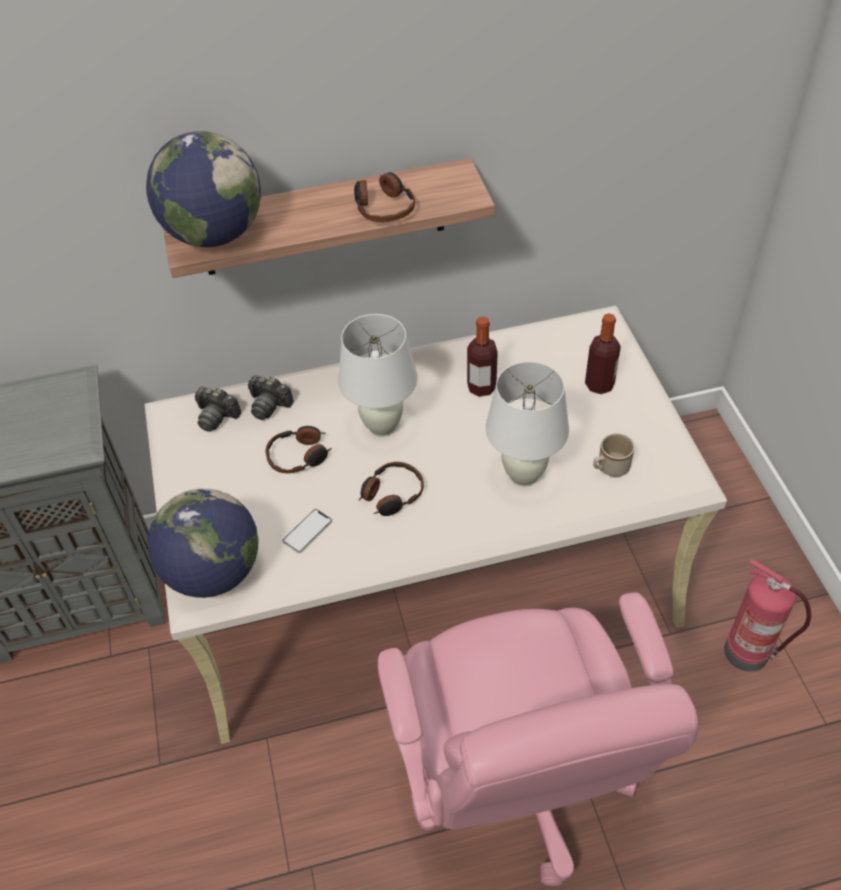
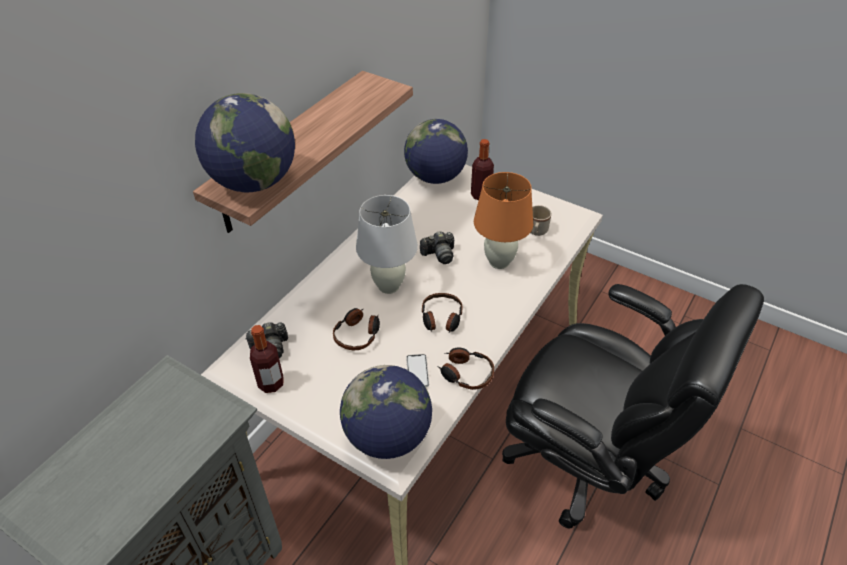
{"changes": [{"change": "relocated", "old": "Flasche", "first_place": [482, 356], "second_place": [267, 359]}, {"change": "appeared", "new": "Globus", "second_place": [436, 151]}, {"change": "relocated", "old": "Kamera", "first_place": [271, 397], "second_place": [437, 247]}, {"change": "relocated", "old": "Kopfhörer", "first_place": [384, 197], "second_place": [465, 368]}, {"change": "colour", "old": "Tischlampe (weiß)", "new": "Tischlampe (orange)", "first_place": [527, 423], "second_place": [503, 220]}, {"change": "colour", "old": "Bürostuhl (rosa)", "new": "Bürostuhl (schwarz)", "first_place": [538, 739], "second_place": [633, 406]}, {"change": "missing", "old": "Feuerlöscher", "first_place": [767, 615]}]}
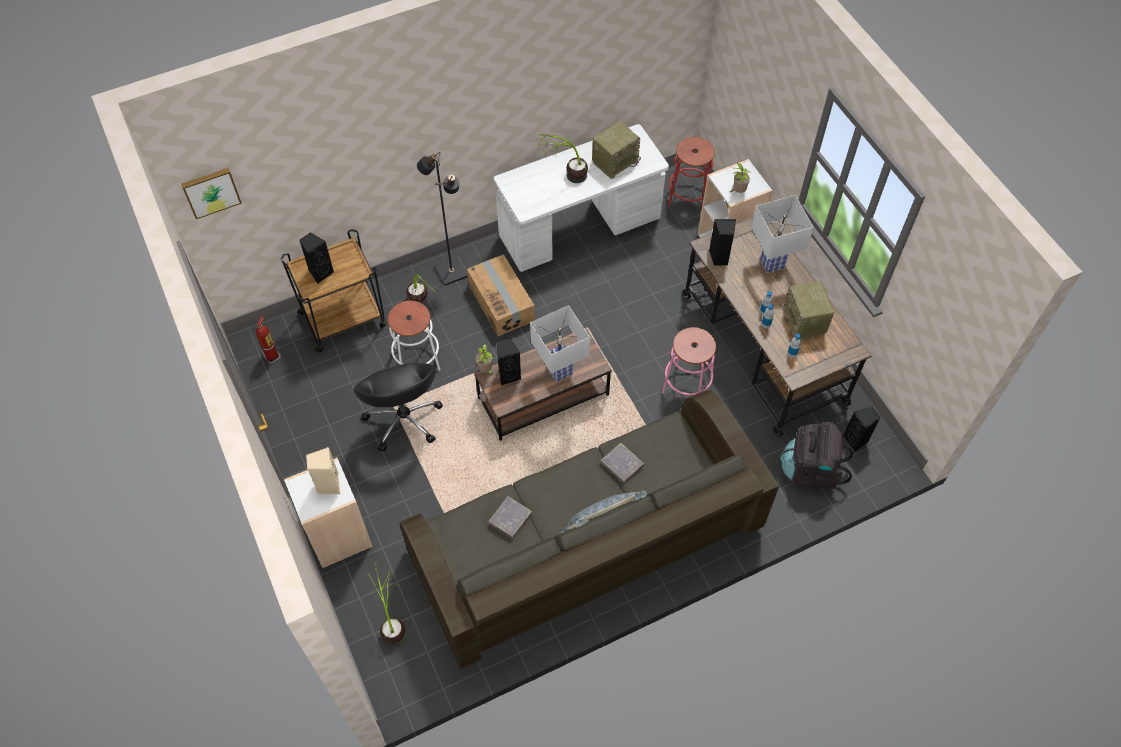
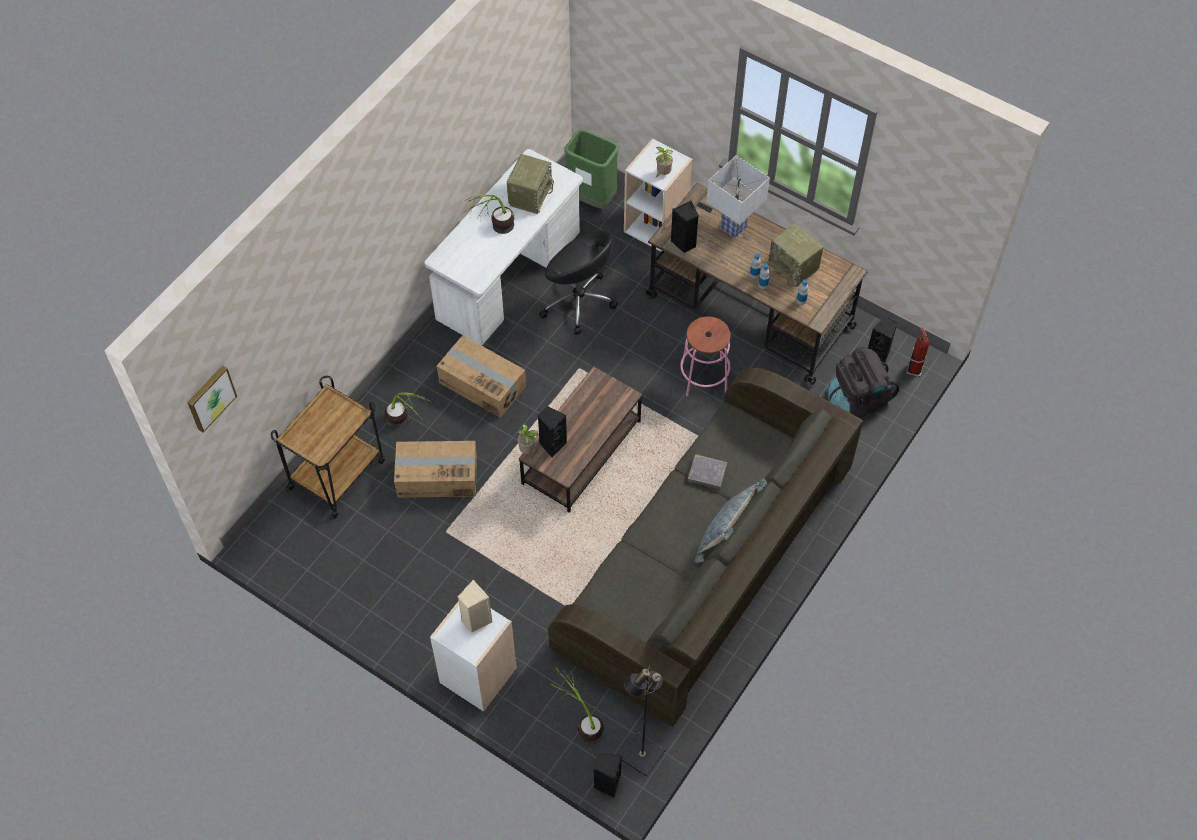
{"changes": [{"change": "exchanged", "old": "Hocker (weiß)", "new": "Karton", "first_place": [414, 336], "second_place": [435, 469]}, {"change": "relocated", "old": "Bürostuhl (schwarz)", "first_place": [398, 407], "second_place": [578, 282]}, {"change": "exchanged", "old": "Hocker (rot)", "new": "Mülleimer (grün)", "first_place": [691, 174], "second_place": [591, 169]}, {"change": "relocated", "old": "Lautsprecher (schwarz)", "first_place": [316, 258], "second_place": [608, 775]}, {"change": "relocated", "old": "Stehlampe (schwarz)", "first_place": [442, 219], "second_place": [643, 720]}, {"change": "relocated", "old": "Feuerlöscher", "first_place": [268, 340], "second_place": [917, 352]}, {"change": "missing", "old": "Buch (grau)", "first_place": [510, 517]}, {"change": "missing", "old": "Tischlampe (weiß)", "first_place": [560, 343]}]}
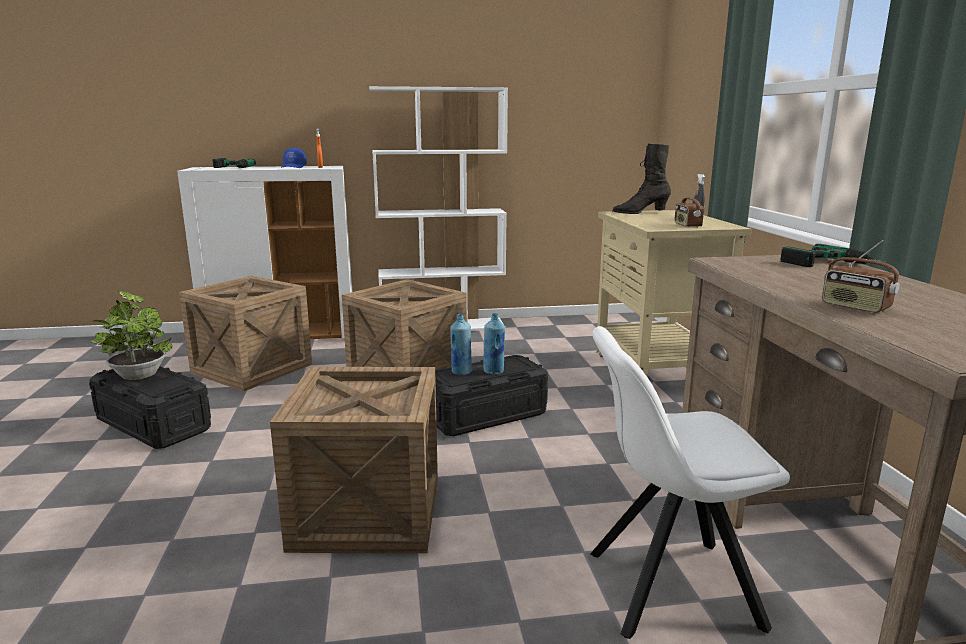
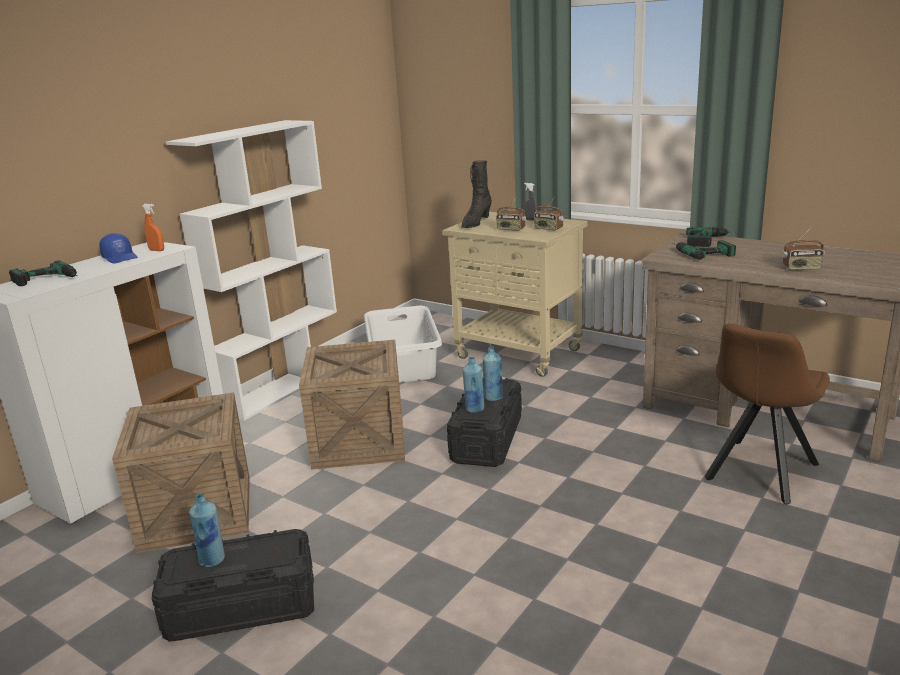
{"changes": [{"change": "exchanged", "old": "Topfpflanze", "new": "Flasche (blau)", "first_place": [131, 335], "second_place": [207, 530]}, {"change": "appeared", "new": "Wäschekorb (weiß)", "second_place": [403, 344]}, {"change": "appeared", "new": "Radio", "second_place": [511, 214]}, {"change": "appeared", "new": "Bohrmaschine", "second_place": [704, 250]}, {"change": "colour", "old": "Stuhl (weiß)", "new": "Stuhl (braun)", "first_place": [690, 482], "second_place": [767, 414]}, {"change": "missing", "old": "Kiste", "first_place": [354, 460]}]}
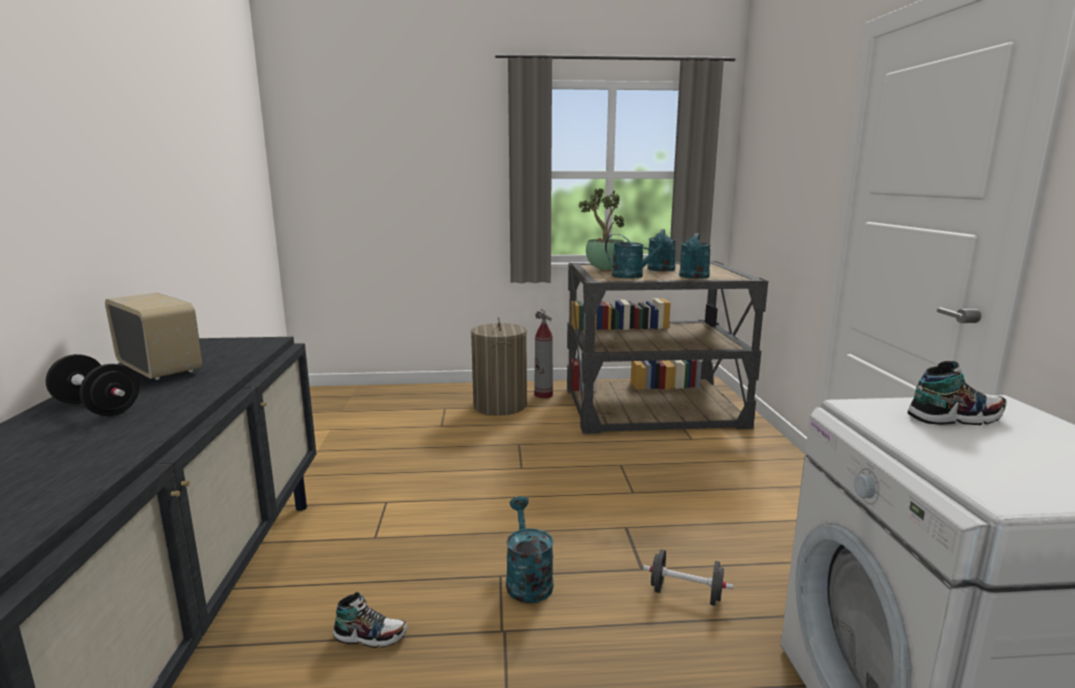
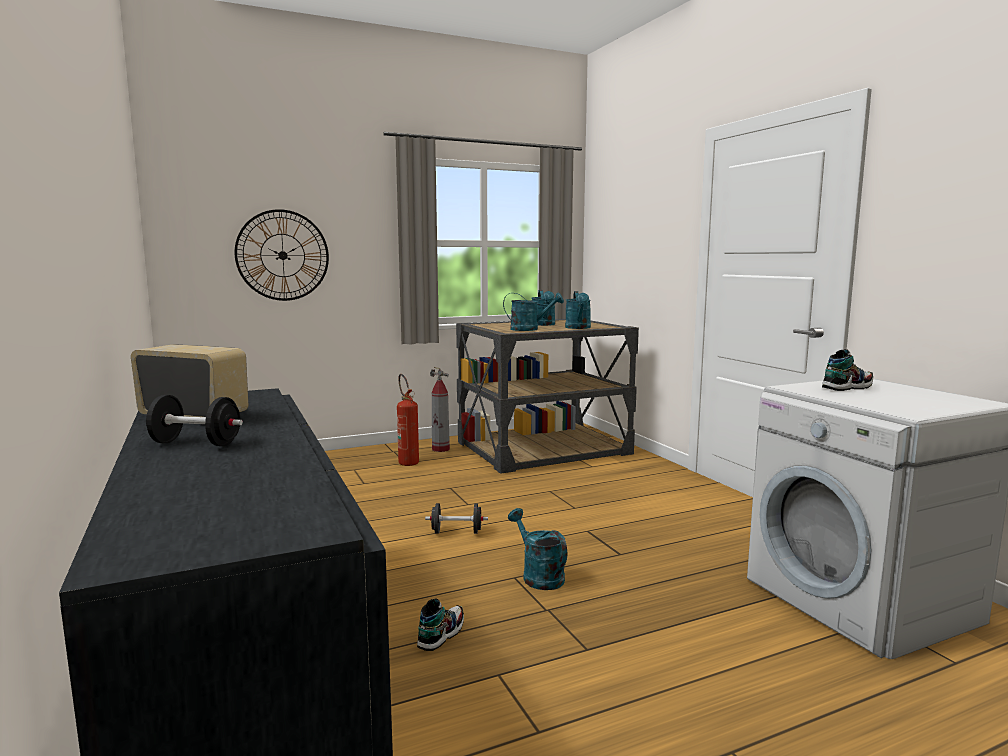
{"changes": [{"change": "appeared", "new": "Wanduhr", "second_place": [282, 255]}, {"change": "exchanged", "old": "Wäschekorb", "new": "Feuerlöscher", "first_place": [499, 366], "second_place": [408, 420]}, {"change": "spun", "old": "Schuh", "first_place": [370, 620], "second_place": [440, 624], "degrees": -45}, {"change": "relocated", "old": "Hantel (schwarz)", "first_place": [688, 578], "second_place": [456, 518]}, {"change": "missing", "old": "Topfpflanze", "first_place": [601, 229]}]}
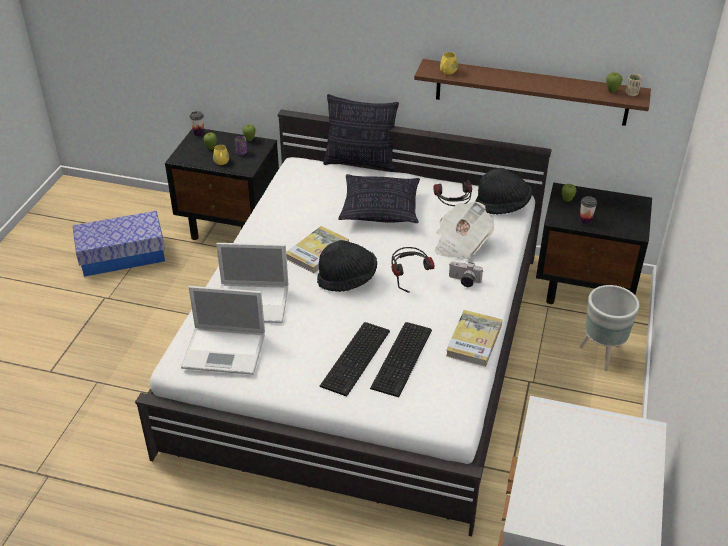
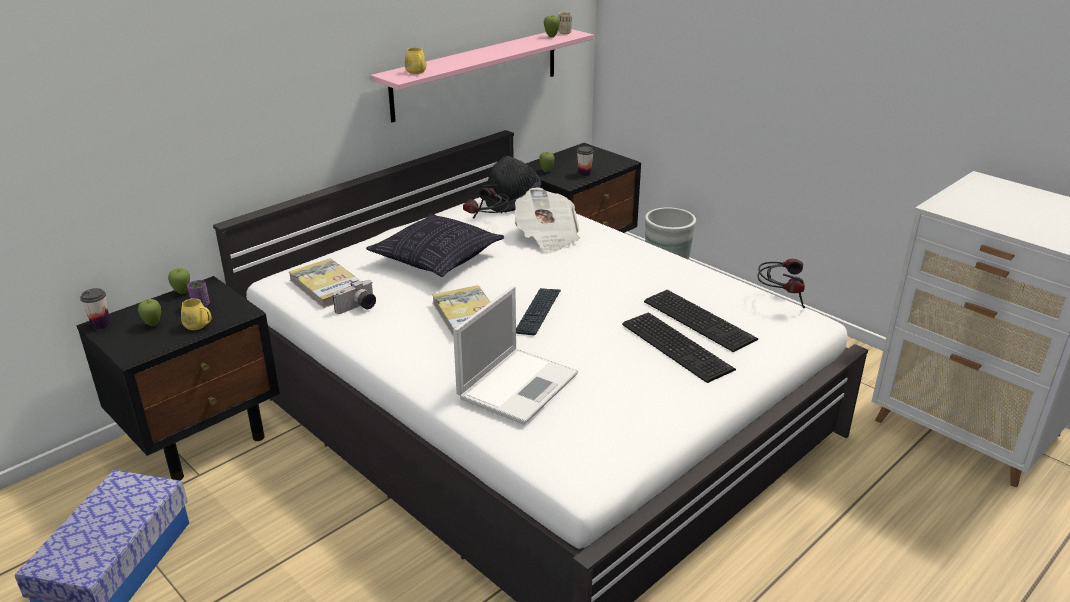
{"changes": [{"change": "relocated", "old": "Buch", "first_place": [474, 338], "second_place": [325, 283]}, {"change": "relocated", "old": "Kamera", "first_place": [466, 274], "second_place": [354, 297]}, {"change": "colour", "old": "Wandregal (braun)", "new": "Wandregal (rosa)", "first_place": [532, 92], "second_place": [482, 75]}, {"change": "exchanged", "old": "Hut (schwarz)", "new": "Tastatur", "first_place": [347, 266], "second_place": [538, 311]}, {"change": "relocated", "old": "Kopfhörer", "first_place": [413, 270], "second_place": [781, 283]}, {"change": "missing", "old": "Laptop", "first_place": [223, 330]}, {"change": "missing", "old": "Kissen", "first_place": [361, 133]}]}
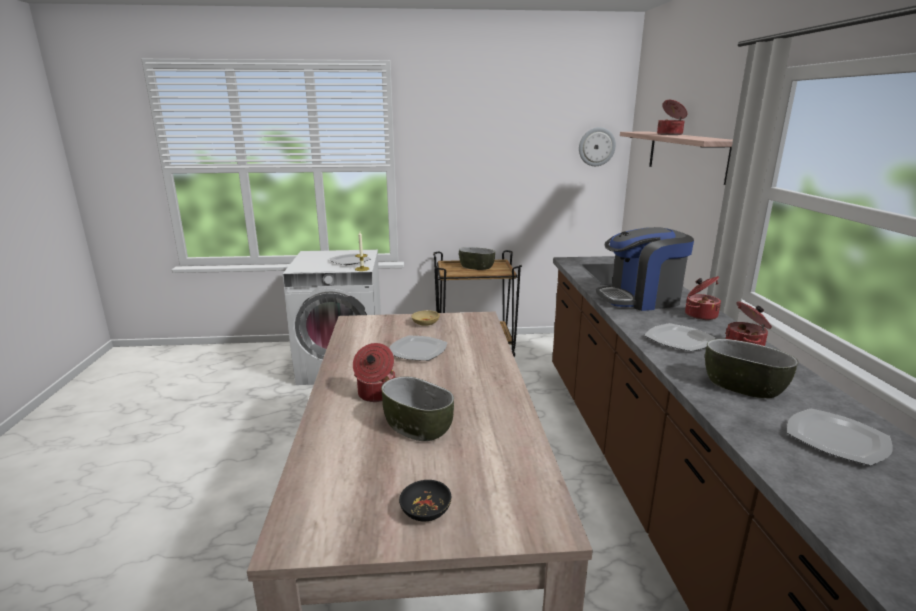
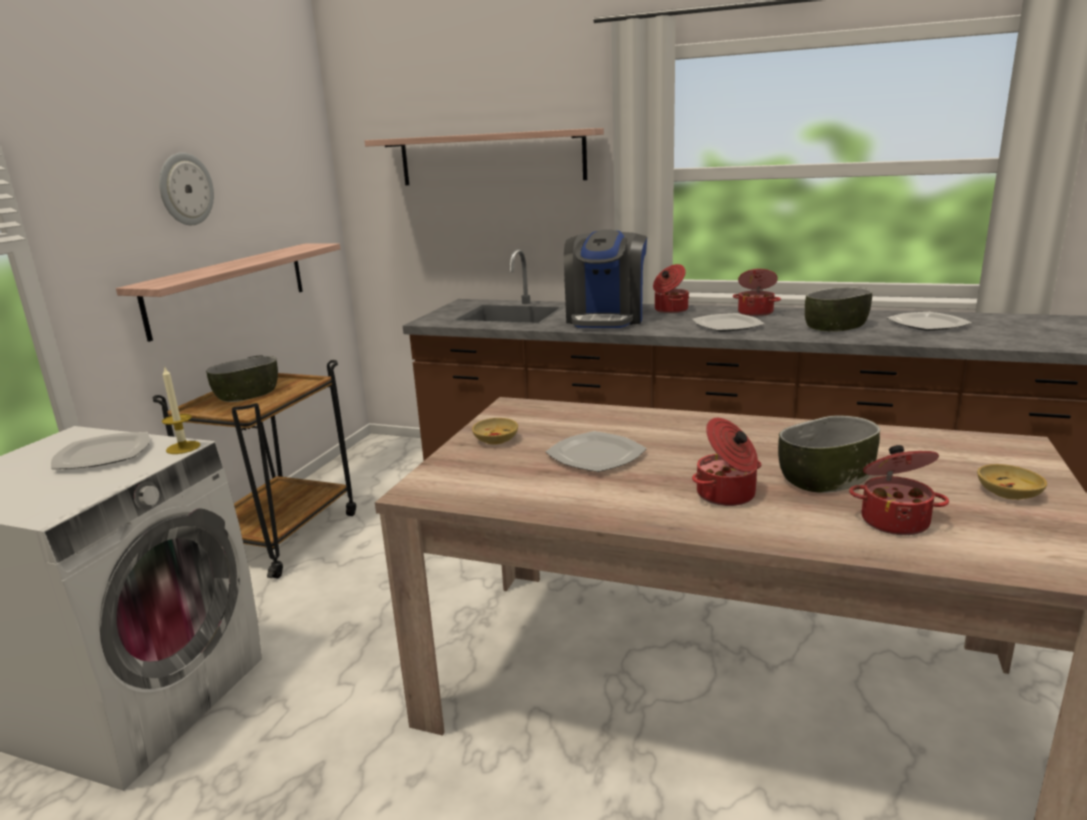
{"changes": [{"change": "appeared", "new": "Wandregal", "second_place": [228, 293]}, {"change": "relocated", "old": "Wanduhr", "first_place": [597, 146], "second_place": [186, 188]}, {"change": "relocated", "old": "Kochtopf", "first_place": [672, 117], "second_place": [899, 490]}, {"change": "colour", "old": "Schüssel (schwarz)", "new": "Schüssel (beige)", "first_place": [425, 500], "second_place": [1012, 482]}]}
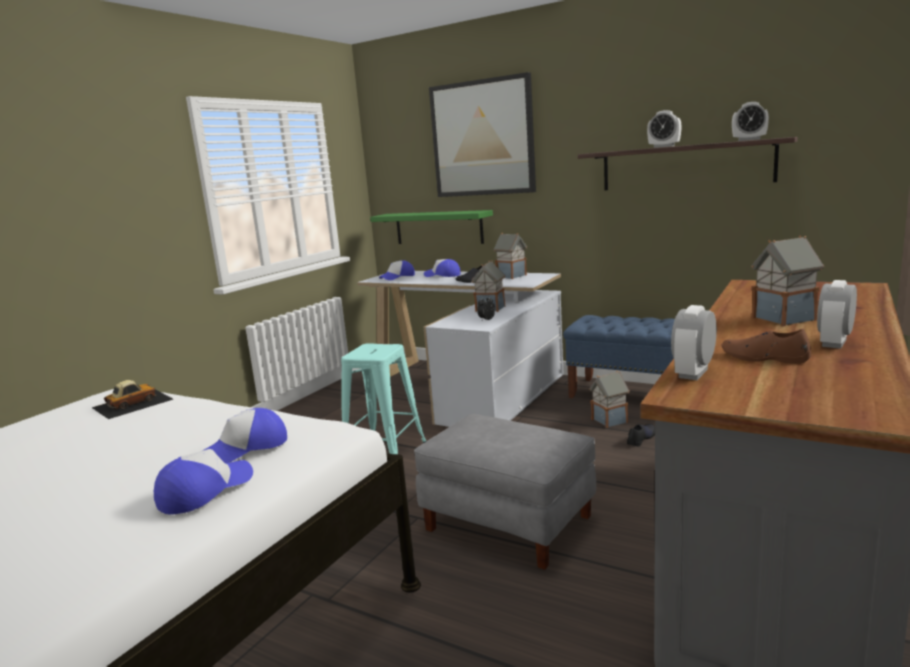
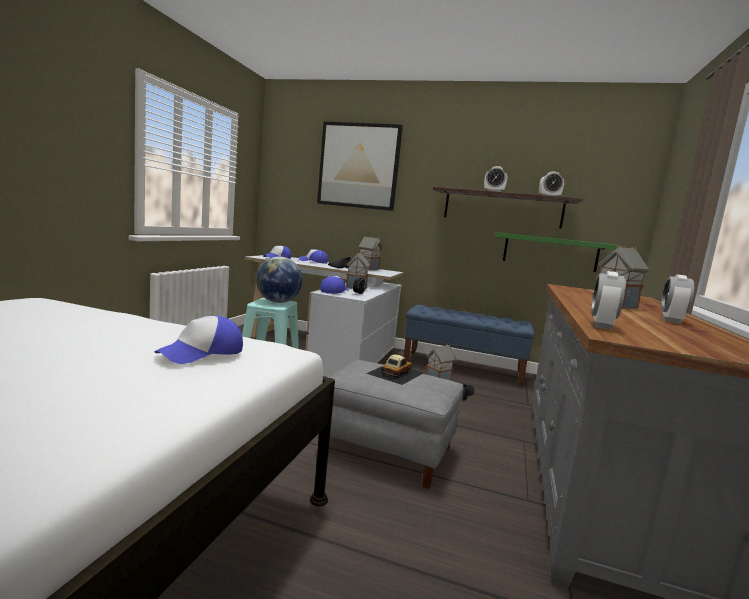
{"changes": [{"change": "appeared", "new": "Globus", "second_place": [279, 280]}, {"change": "relocated", "old": "Kappe", "first_place": [203, 482], "second_place": [334, 285]}, {"change": "relocated", "old": "Spielzeugauto", "first_place": [132, 399], "second_place": [394, 369]}, {"change": "relocated", "old": "Wandregal (grün)", "first_place": [431, 227], "second_place": [557, 252]}, {"change": "missing", "old": "Schuh (braun)", "first_place": [766, 346]}]}
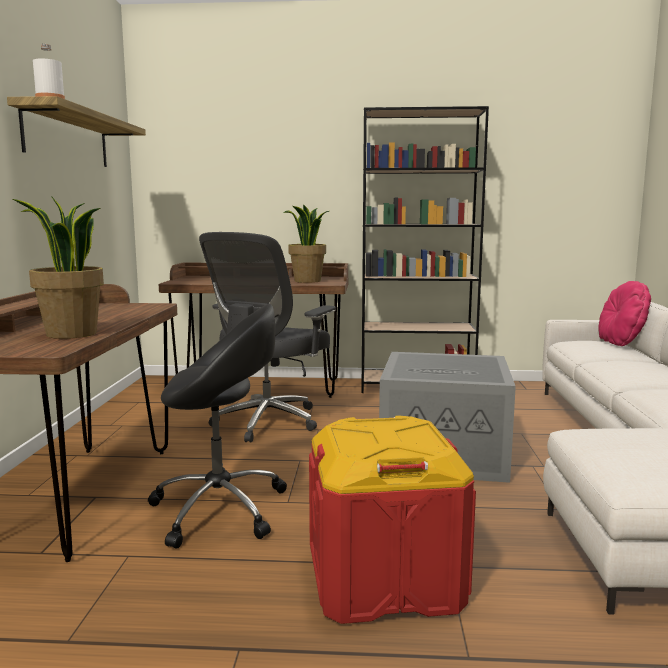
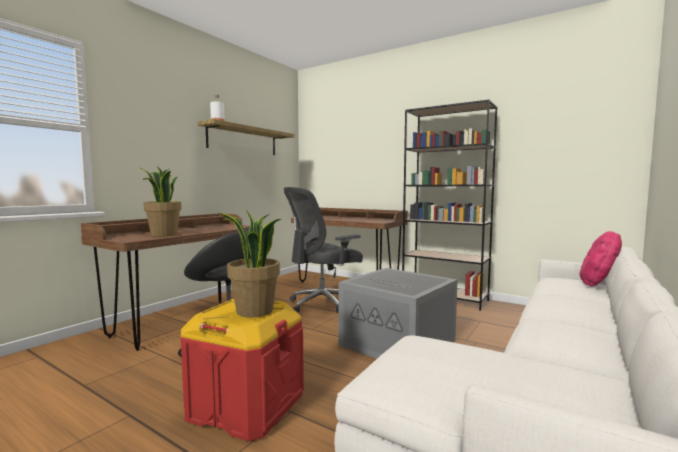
{"changes": [{"change": "relocated", "old": "Topfpflanze", "first_place": [306, 243], "second_place": [250, 263]}]}
